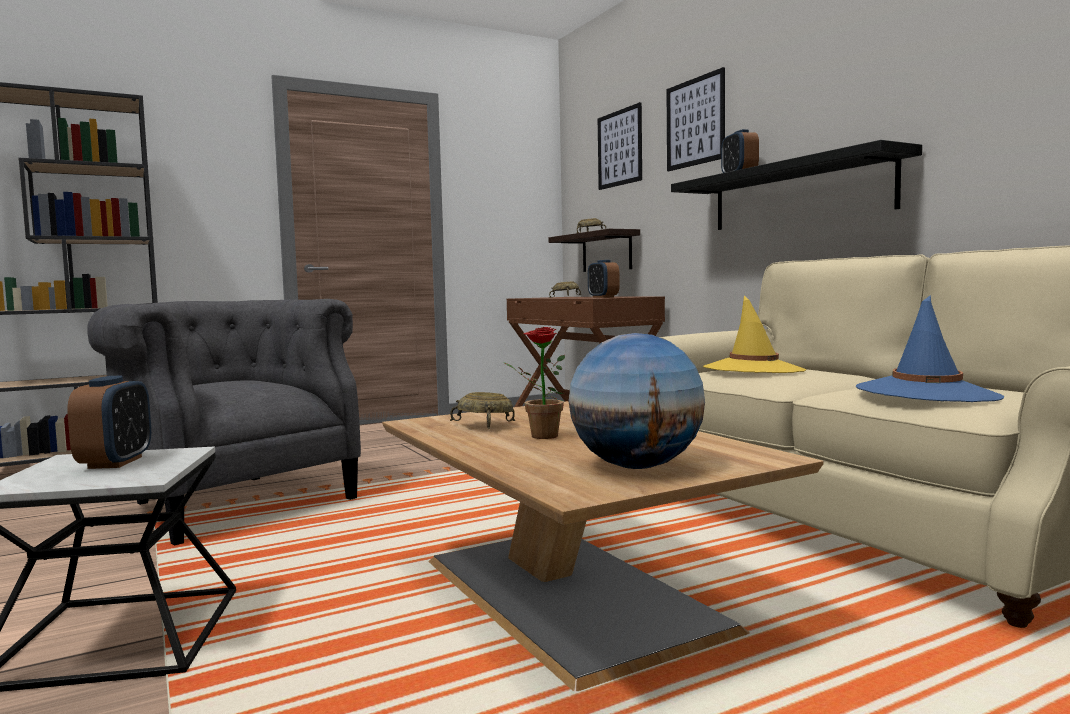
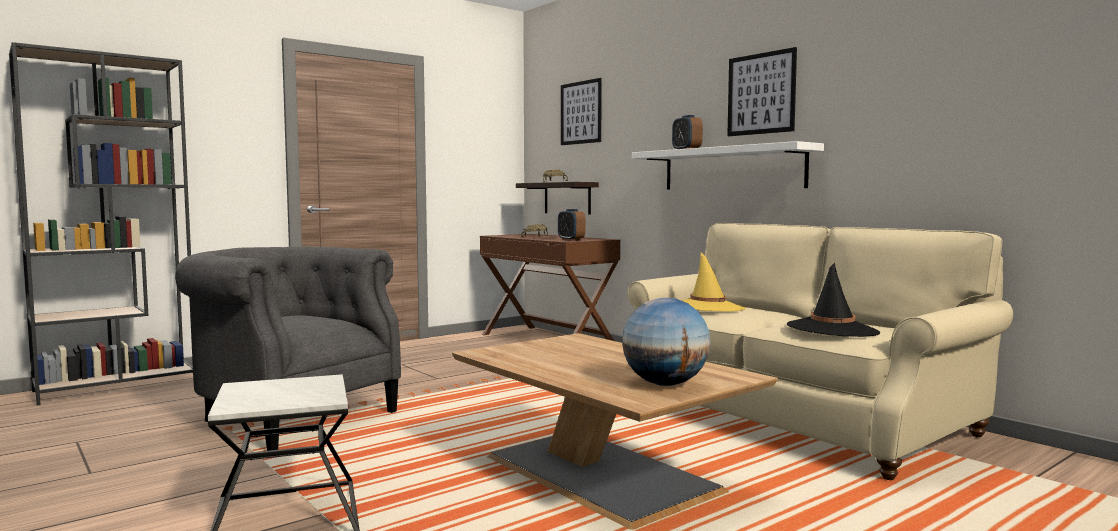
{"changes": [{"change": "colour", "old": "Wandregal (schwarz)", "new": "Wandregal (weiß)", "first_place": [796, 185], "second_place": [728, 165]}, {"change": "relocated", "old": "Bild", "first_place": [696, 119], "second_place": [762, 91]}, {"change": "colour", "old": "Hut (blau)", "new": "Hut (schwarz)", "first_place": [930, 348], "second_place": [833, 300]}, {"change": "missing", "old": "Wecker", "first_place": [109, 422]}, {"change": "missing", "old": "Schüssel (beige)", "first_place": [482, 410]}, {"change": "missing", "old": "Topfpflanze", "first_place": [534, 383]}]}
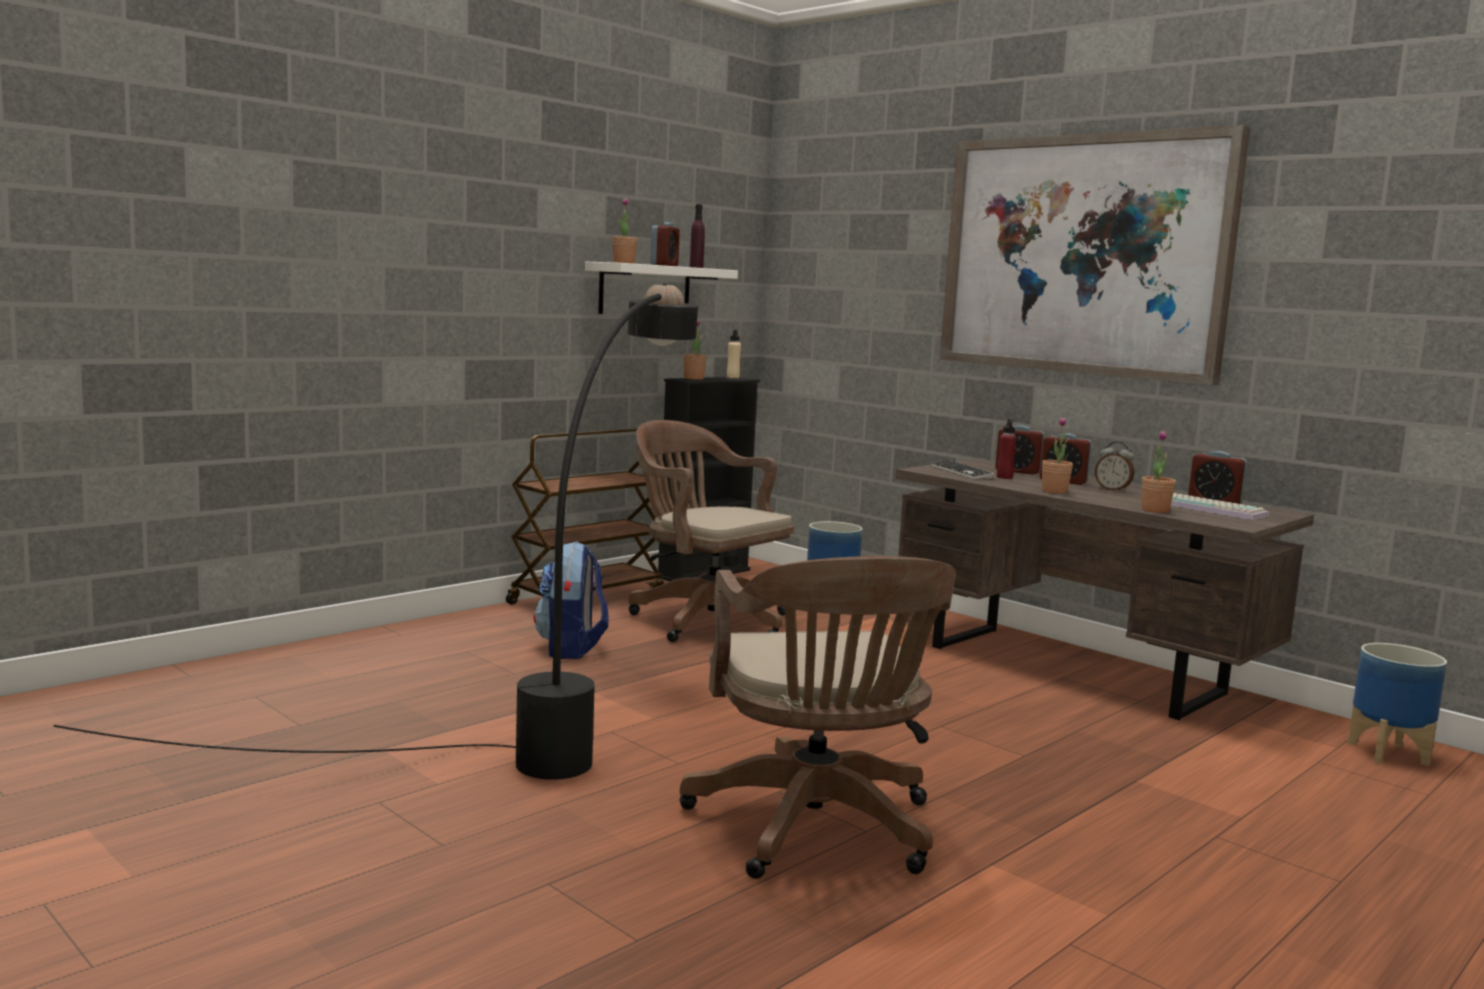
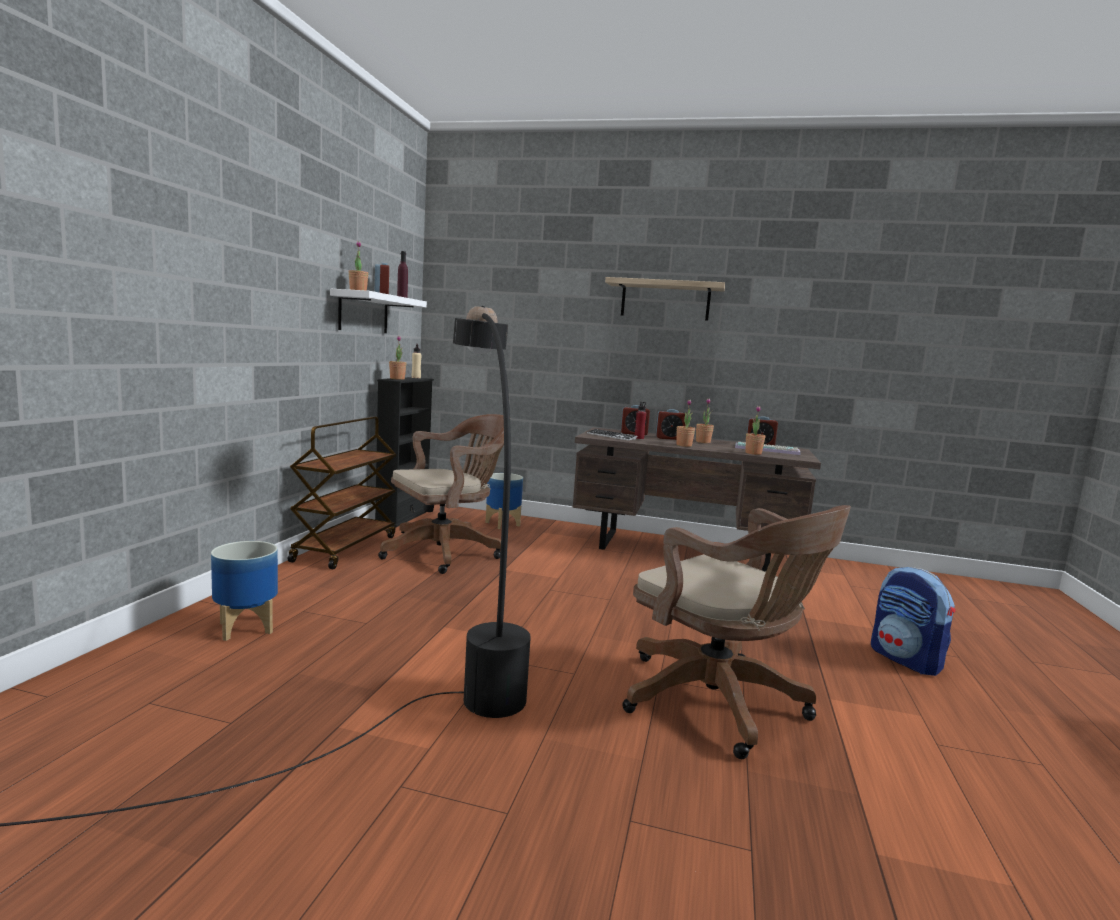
{"changes": [{"change": "relocated", "old": "Pflanzkübel", "first_place": [1397, 704], "second_place": [244, 591]}, {"change": "spun", "old": "Bürostuhl (braun)", "first_place": [711, 531], "second_place": [441, 494], "degrees": 135}, {"change": "exchanged", "old": "Bild", "new": "Wandregal", "first_place": [1095, 255], "second_place": [665, 299]}, {"change": "exchanged", "old": "Wecker", "new": "Topfpflanze", "first_place": [1114, 467], "second_place": [705, 421]}, {"change": "relocated", "old": "Rucksack", "first_place": [571, 600], "second_place": [913, 621]}]}
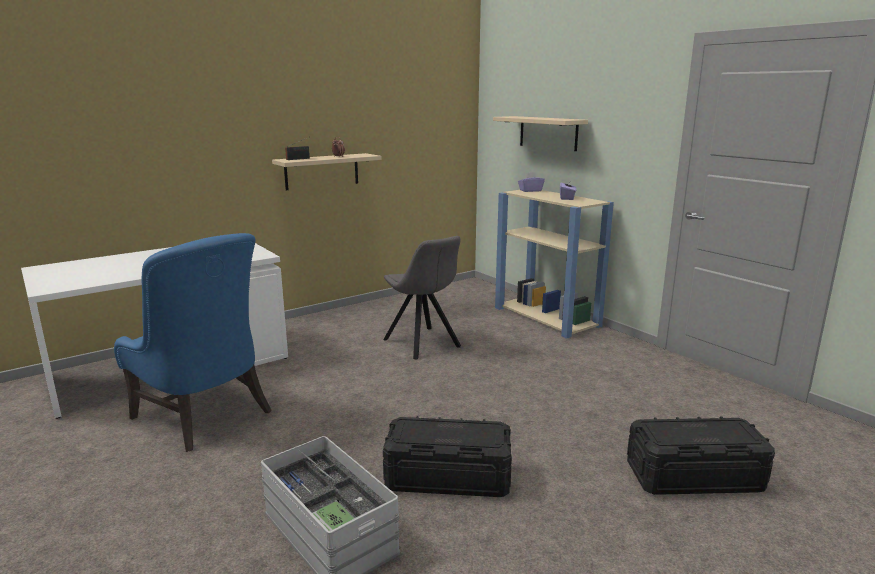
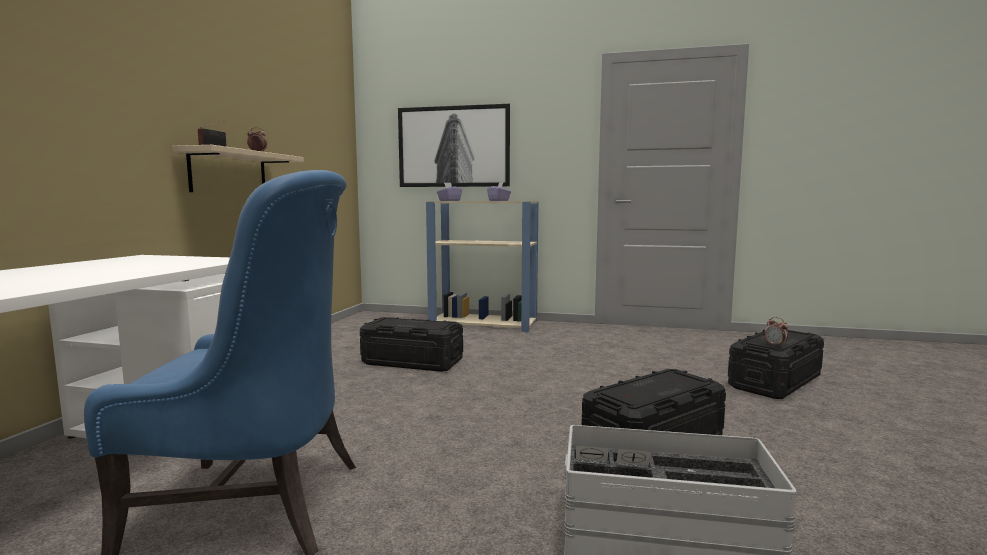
{"changes": [{"change": "exchanged", "old": "Stuhl (grau)", "new": "Aufbewahrungsbox (schwarz)", "first_place": [422, 298], "second_place": [411, 344]}, {"change": "exchanged", "old": "Wandregal (beige)", "new": "Bild", "first_place": [540, 133], "second_place": [454, 145]}, {"change": "appeared", "new": "Wecker", "second_place": [776, 332]}]}
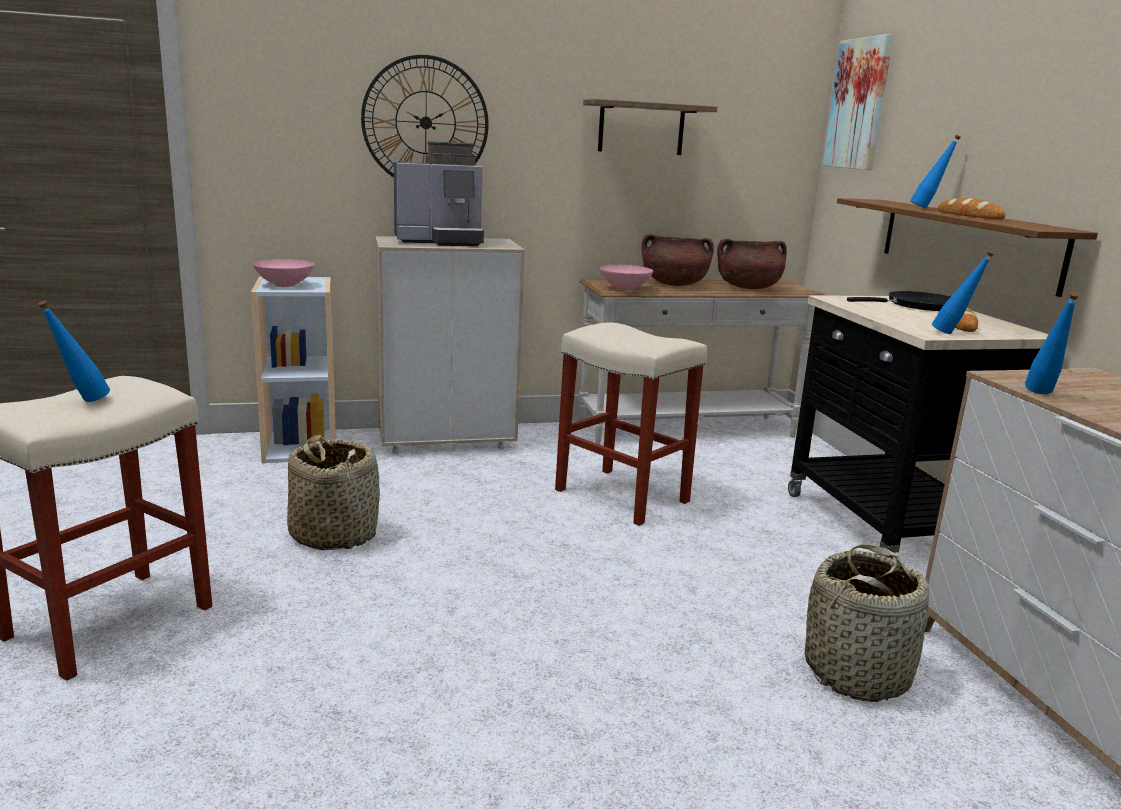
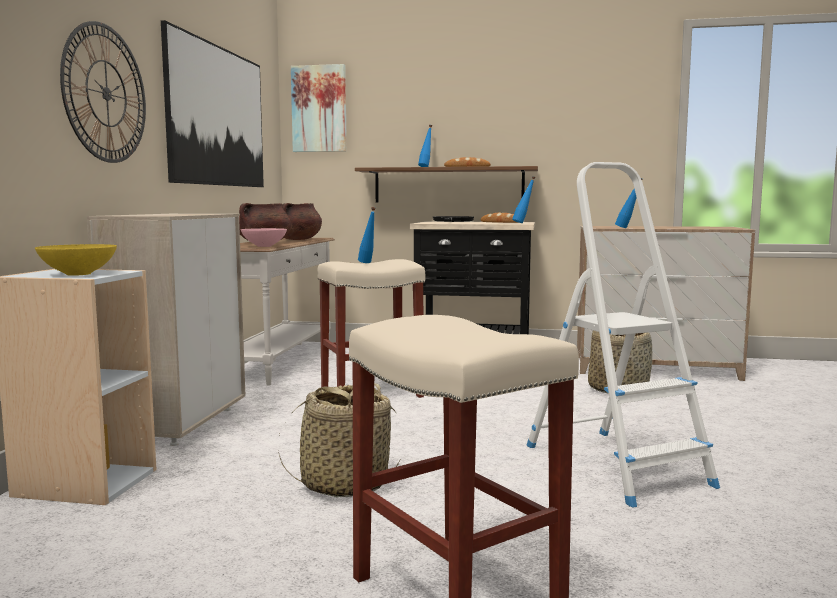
{"changes": [{"change": "colour", "old": "Schüssel (rosa)", "new": "Schüssel (gelb)", "first_place": [283, 273], "second_place": [76, 260]}, {"change": "exchanged", "old": "Wandregal", "new": "Bild", "first_place": [650, 127], "second_place": [212, 103]}, {"change": "relocated", "old": "Flasche (blau)", "first_place": [74, 351], "second_place": [367, 235]}, {"change": "appeared", "new": "Trittleiter (weiß)", "second_place": [623, 335]}, {"change": "missing", "old": "Kaffeemaschine", "first_place": [439, 193]}]}
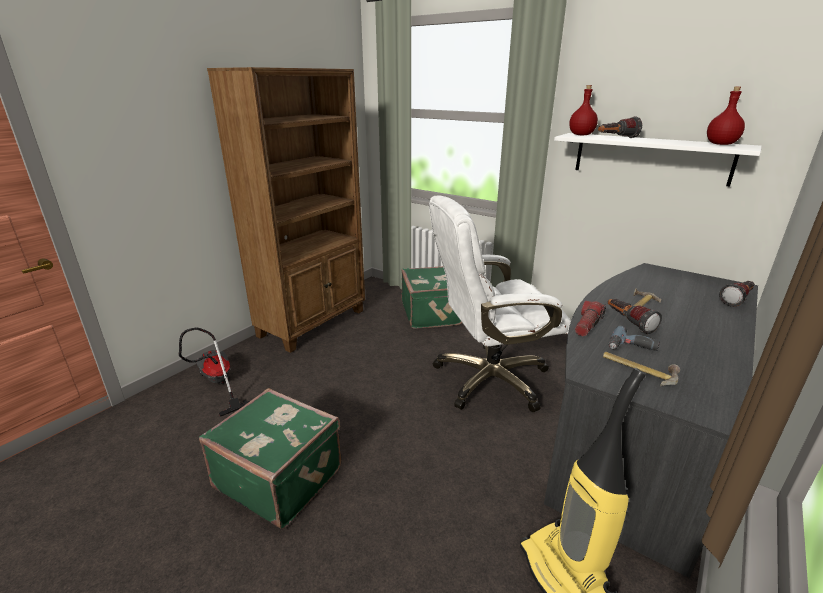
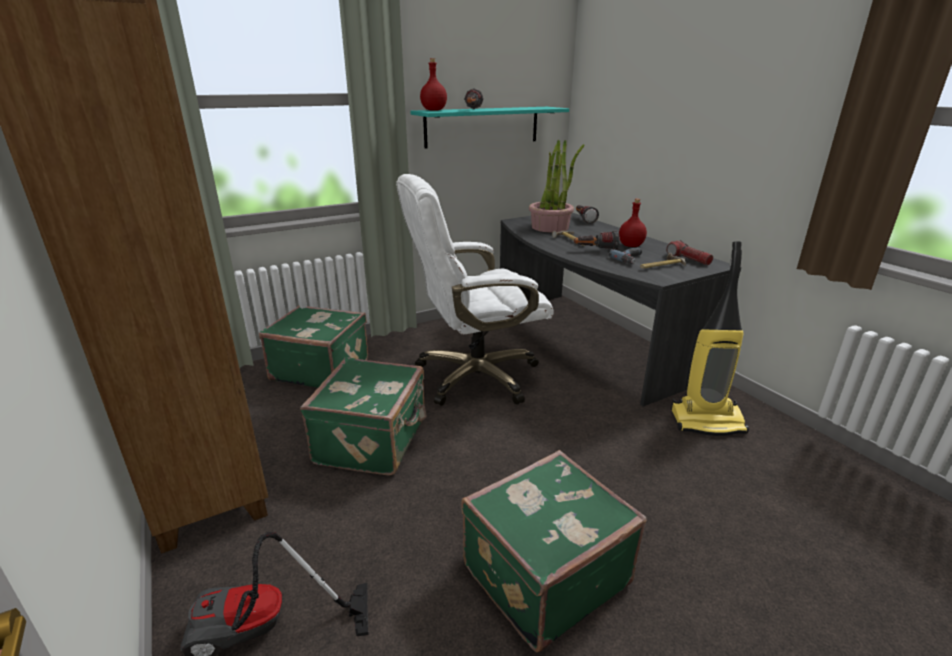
{"changes": [{"change": "appeared", "new": "Koffer (grün)", "second_place": [363, 416]}, {"change": "spun", "old": "Bürostuhl (weiß)", "first_place": [500, 303], "second_place": [475, 290], "degrees": 60}, {"change": "colour", "old": "Wandregal (weiß)", "new": "Wandregal (türkis)", "first_place": [658, 160], "second_place": [490, 127]}, {"change": "appeared", "new": "Topfpflanze", "second_place": [557, 186]}, {"change": "relocated", "old": "Flasche (rot)", "first_place": [726, 115], "second_place": [633, 223]}, {"change": "relocated", "old": "Taschenlampe", "first_place": [590, 318], "second_place": [689, 252]}]}
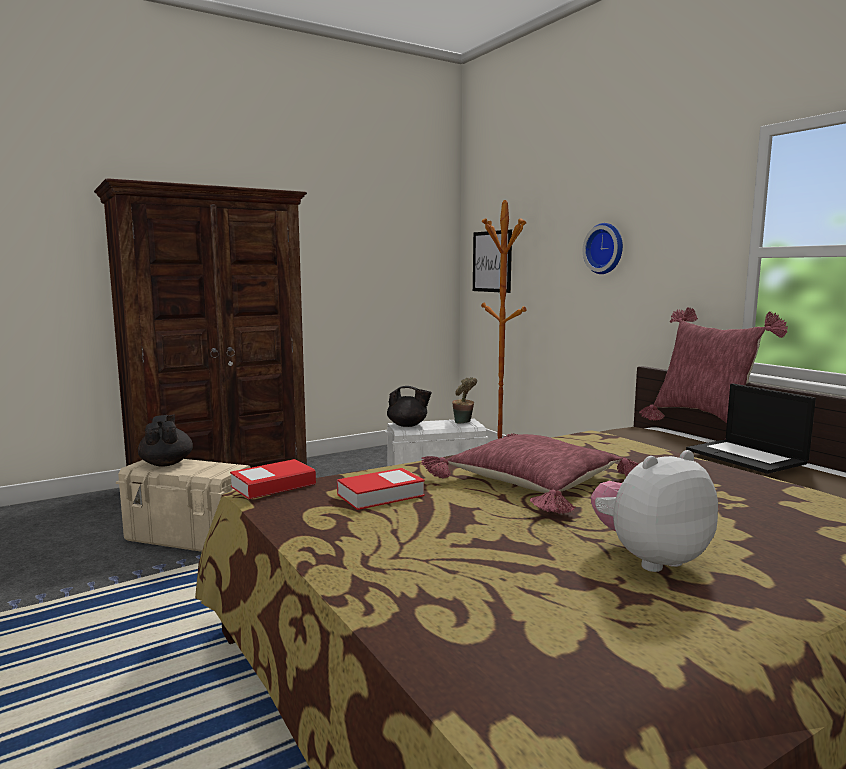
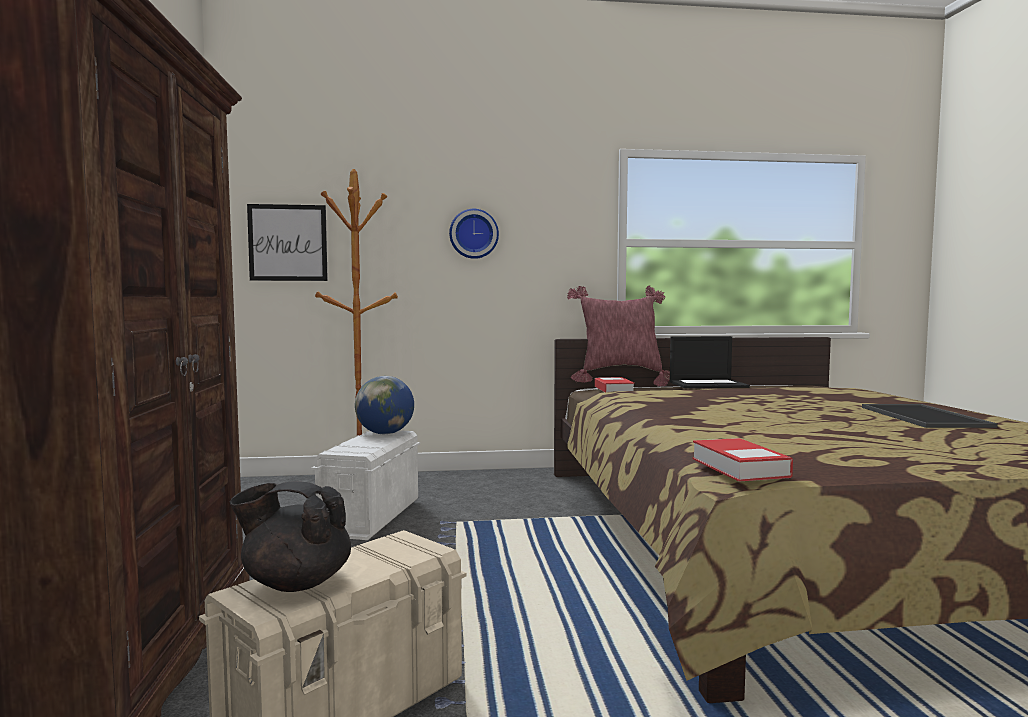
{"changes": [{"change": "exchanged", "old": "Topfpflanze", "new": "Globus", "first_place": [464, 400], "second_place": [384, 405]}, {"change": "relocated", "old": "Buch", "first_place": [381, 489], "second_place": [614, 385]}, {"change": "exchanged", "old": "Plüschtier", "new": "Tablett", "first_place": [654, 511], "second_place": [930, 416]}, {"change": "missing", "old": "Teekanne (schwarz)", "first_place": [409, 406]}, {"change": "missing", "old": "Kissen (rot)", "first_place": [530, 473]}]}
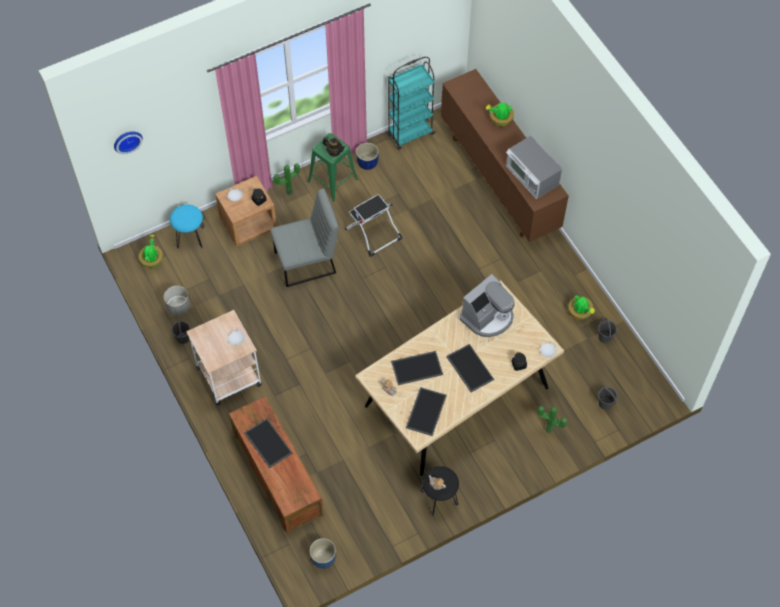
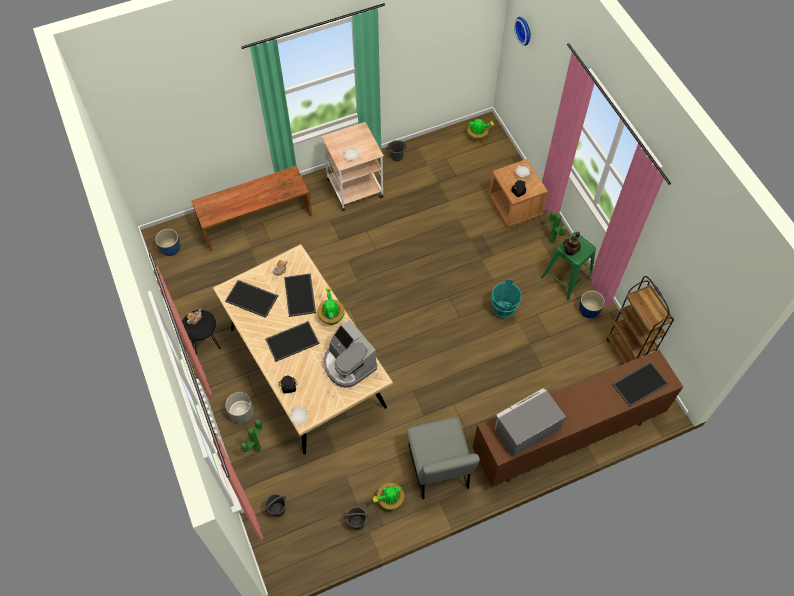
{"changes": [{"change": "relocated", "old": "Pflanzkübel (grau)", "first_place": [177, 301], "second_place": [240, 407]}, {"change": "relocated", "old": "Topfpflanze", "first_place": [500, 114], "second_place": [331, 306]}, {"change": "relocated", "old": "Stuhl (grau)", "first_place": [304, 238], "second_place": [443, 458]}, {"change": "exchanged", "old": "Trittleiter", "new": "Eimer (türkis)", "first_place": [373, 226], "second_place": [506, 299]}, {"change": "colour", "old": "Rollwagen (türkis)", "new": "Rollwagen (braun)", "first_place": [411, 103], "second_place": [640, 320]}, {"change": "relocated", "old": "Tablett", "first_place": [268, 443], "second_place": [640, 384]}, {"change": "missing", "old": "Hocker (türkis)", "first_place": [187, 226]}]}
